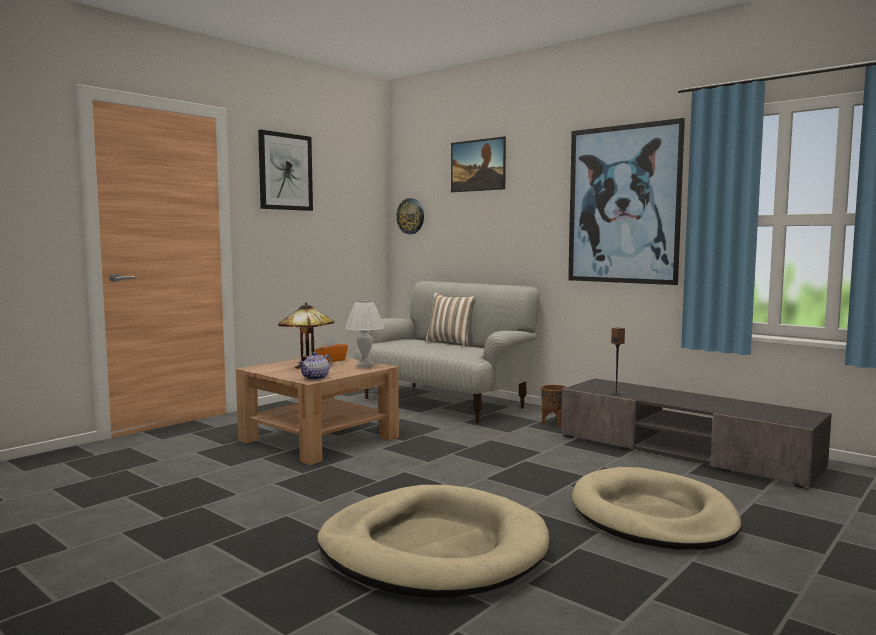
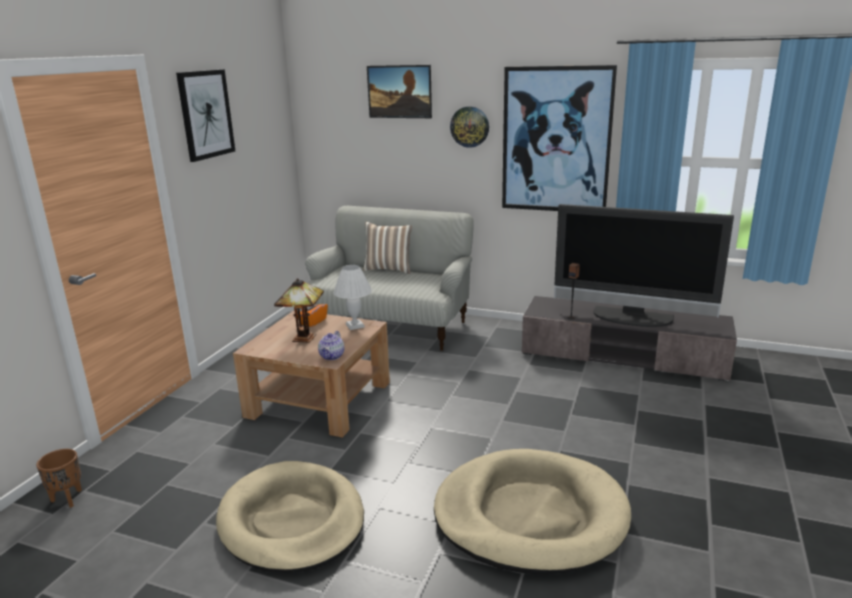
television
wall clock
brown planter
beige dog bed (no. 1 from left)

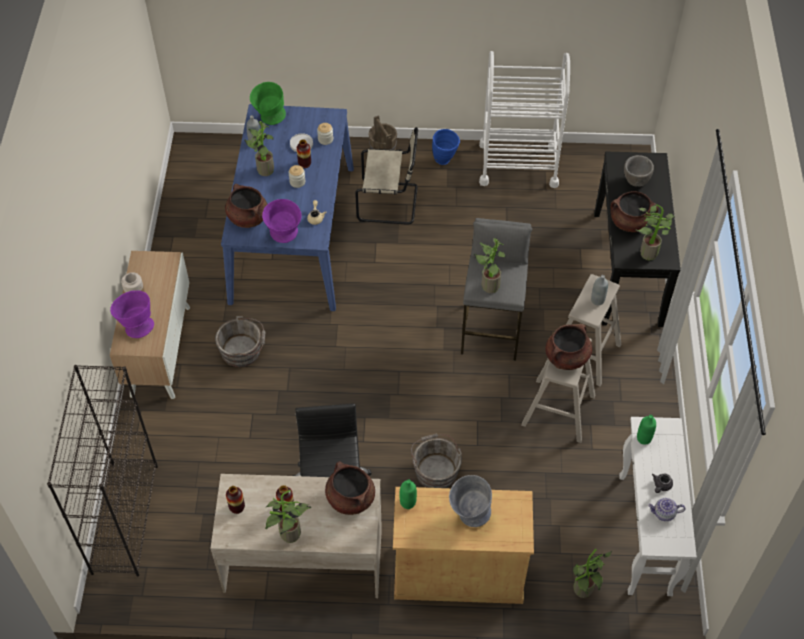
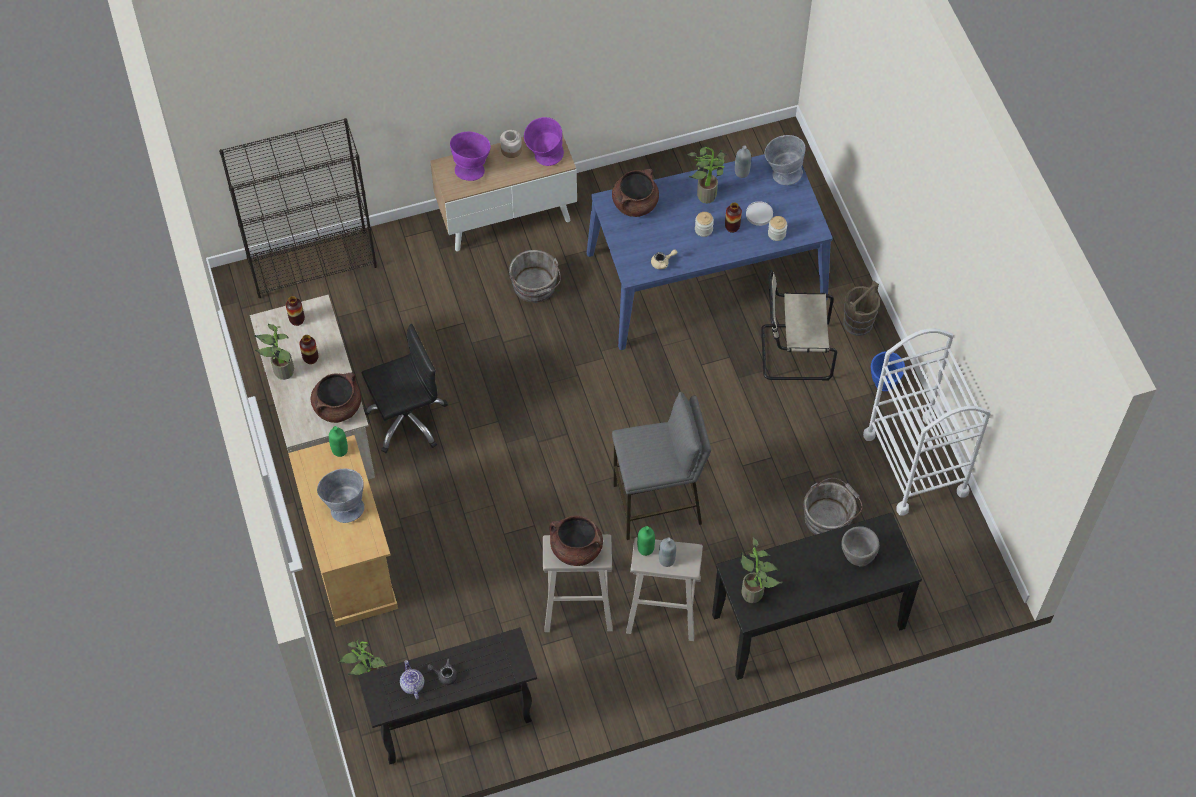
potted plant (no. 3 from left in the first image)
brown cooking pot (no. 4 from left in the first image)
purple bowl (no. 2 from left)
grey bucket (no. 2 from left)
green bottle (no. 2 from left)
grey bowl (no. 2 from left)
black console table (no. 1 from left)
beige chair

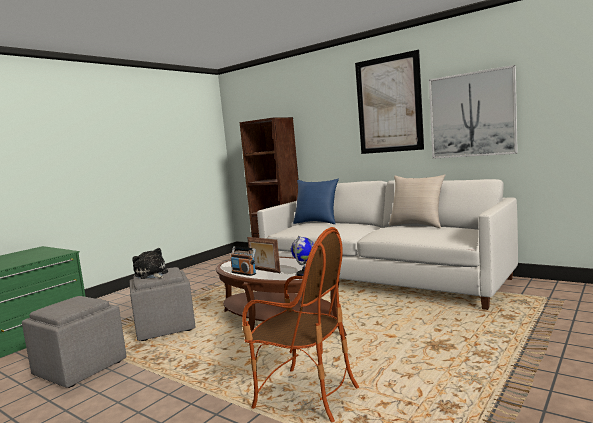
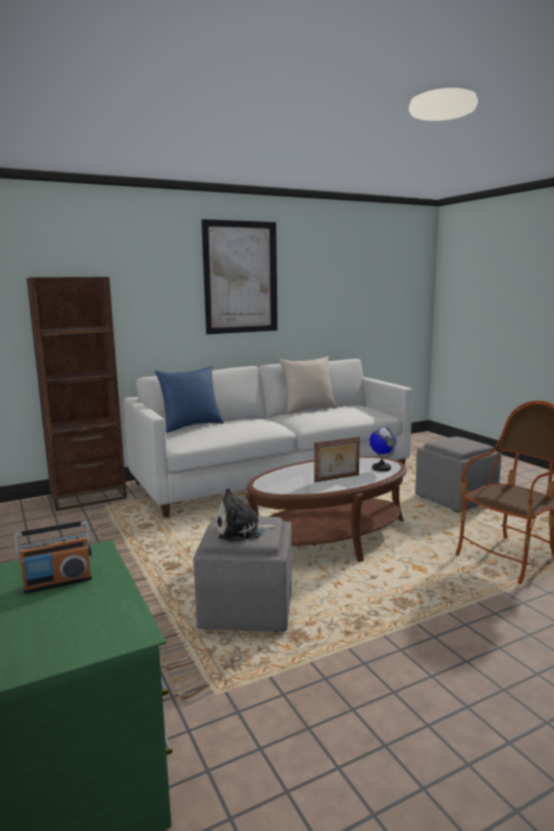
picture (no. 2 from left in the first image)
grey ottoman (no. 2 from left)
radio

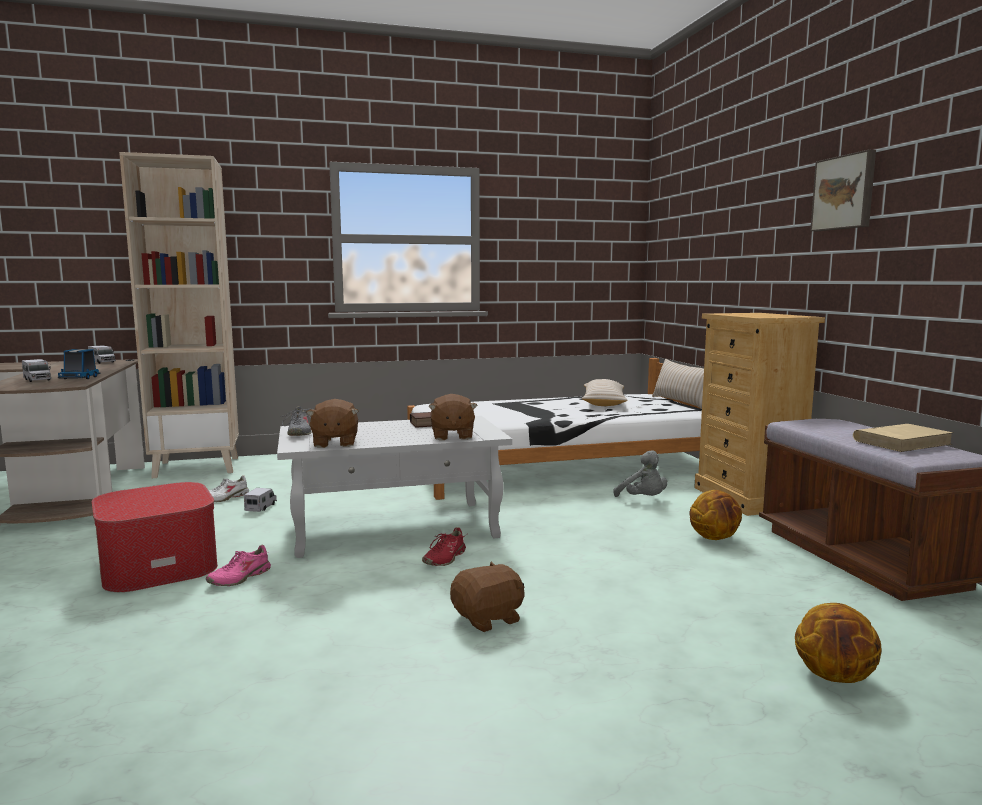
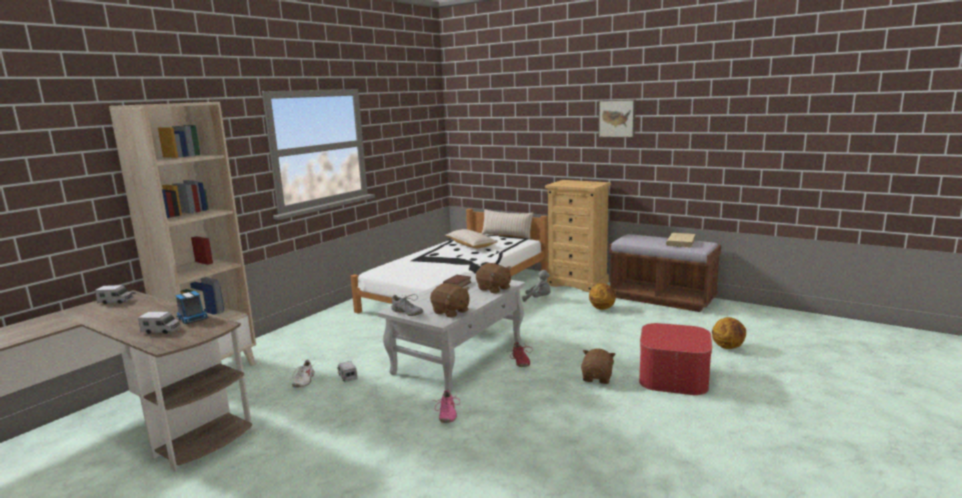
ottoman

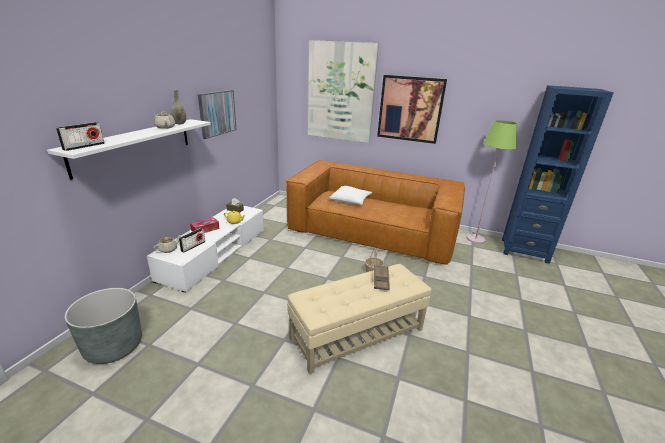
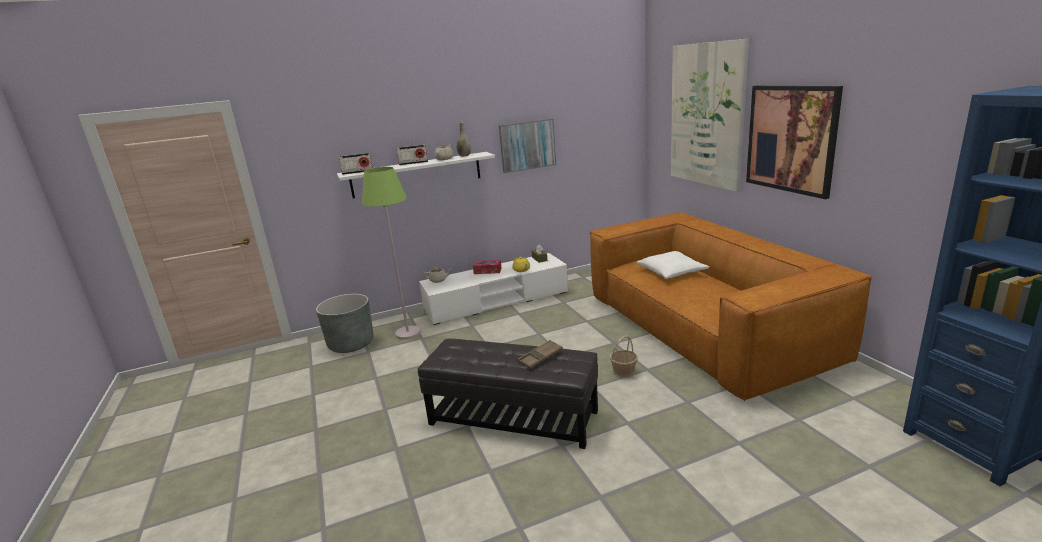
radio (no. 2 from left)
green floor lamp
black ottoman

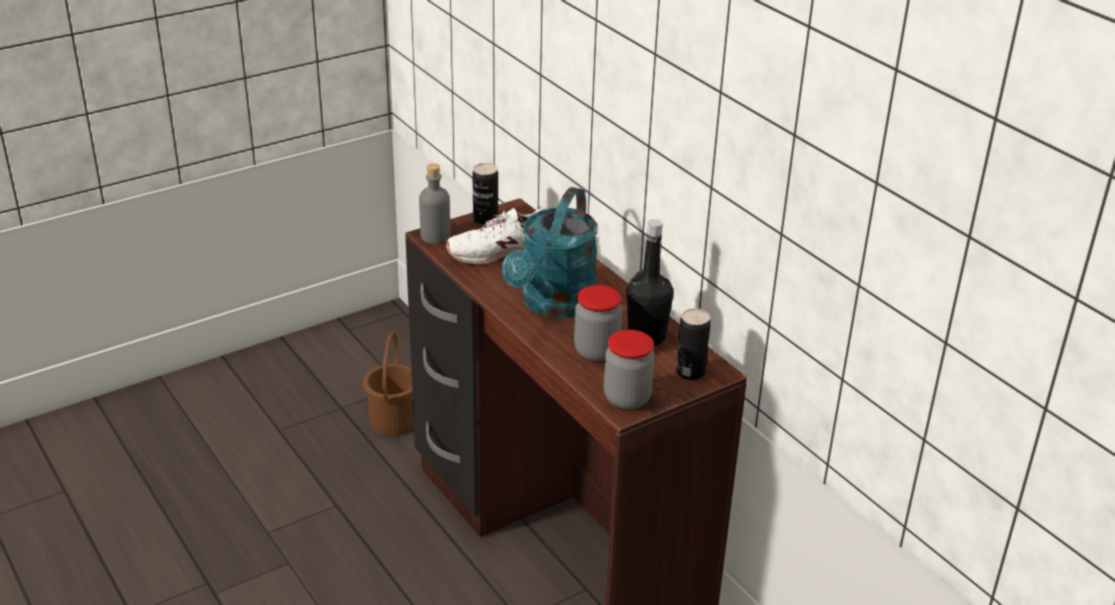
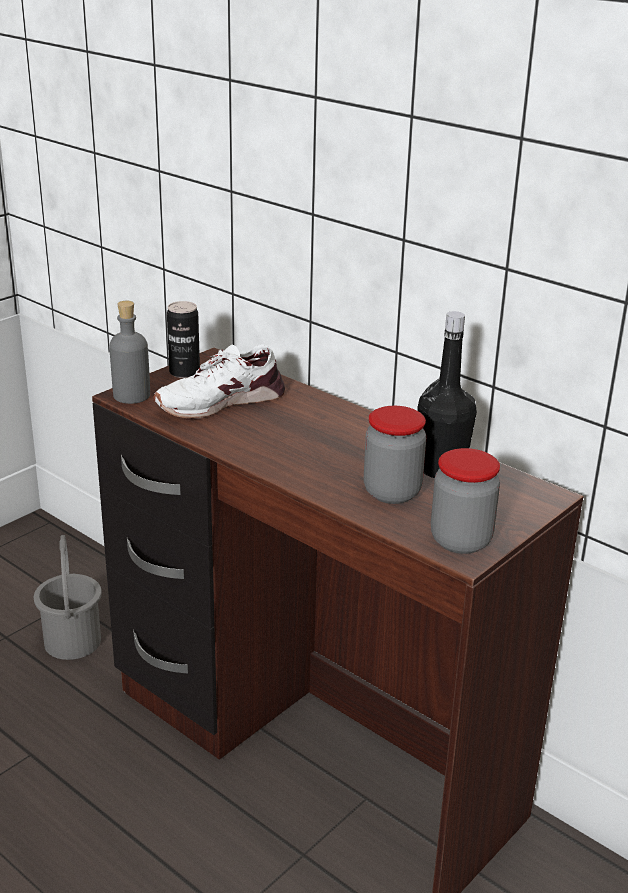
turquoise watering can
can (no. 2 from left in the first image)
grey bucket

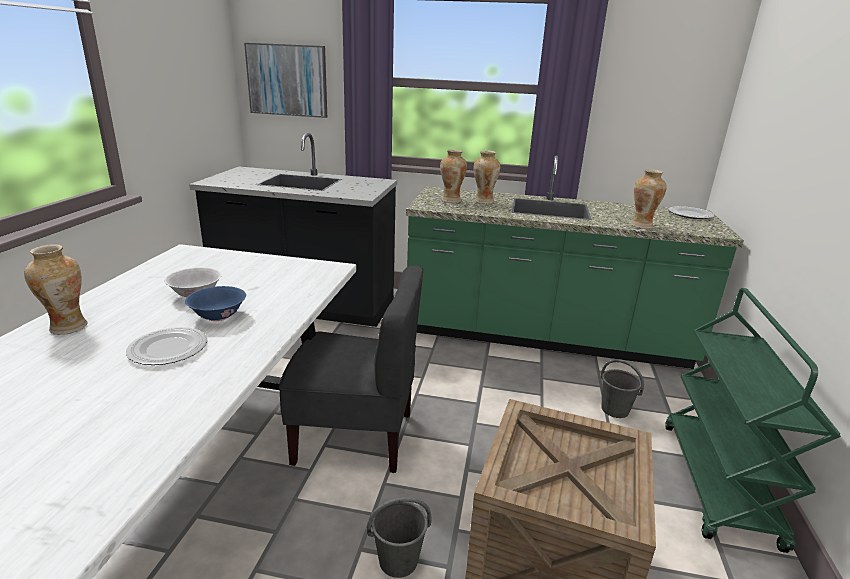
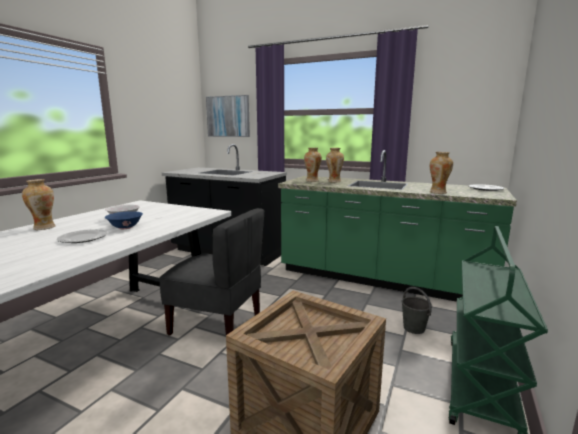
grey bucket (no. 1 from left in the first image)

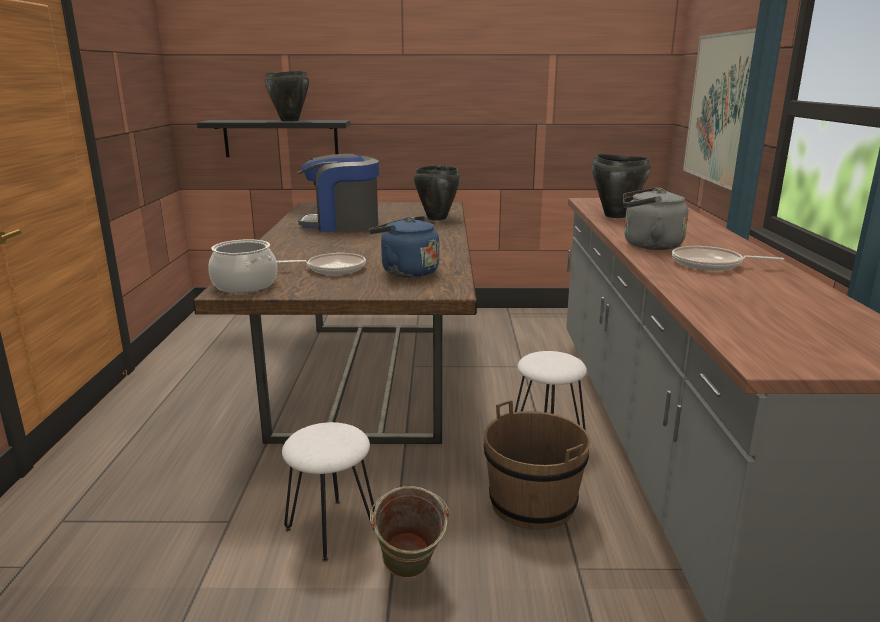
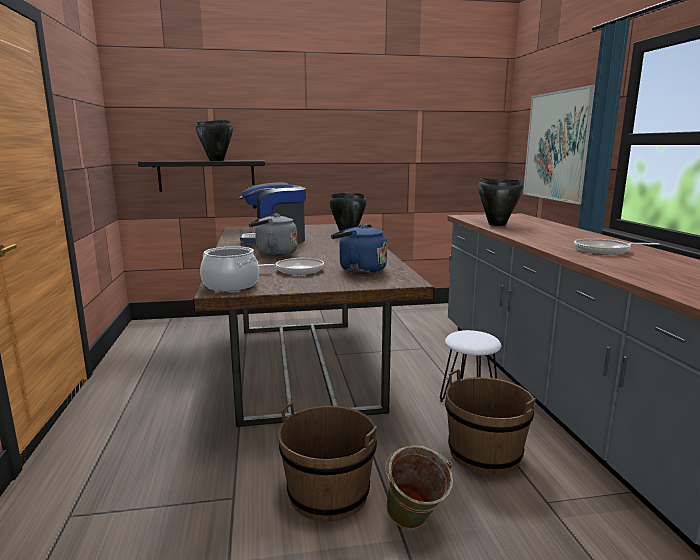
grey kettle
brown bucket (no. 1 from left)

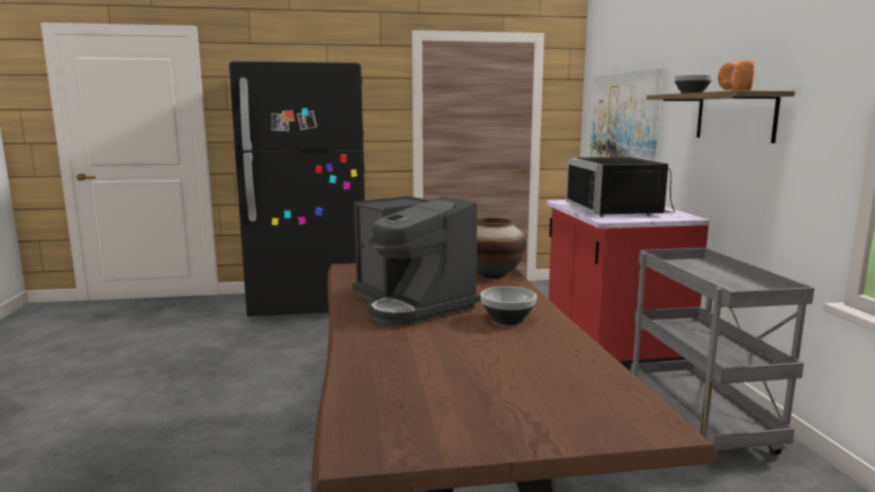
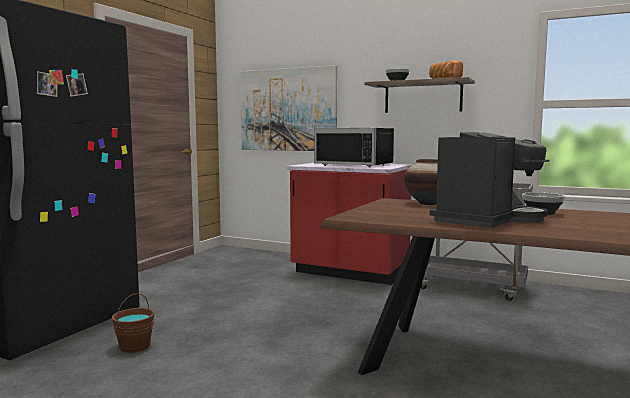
brown bucket
coffee machine

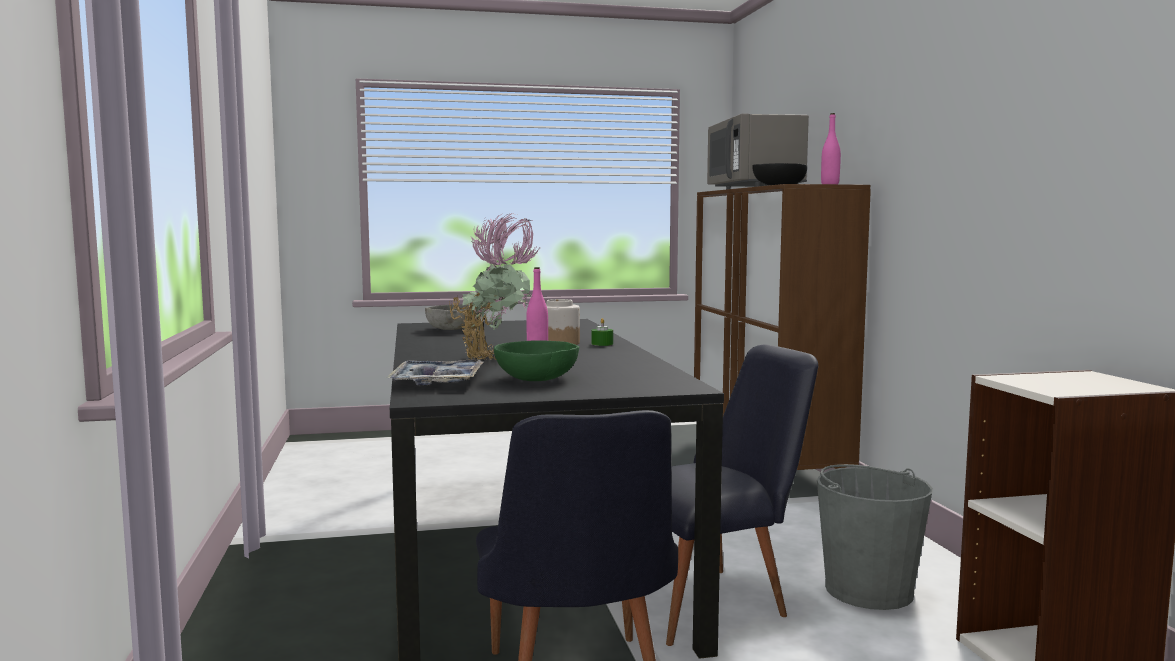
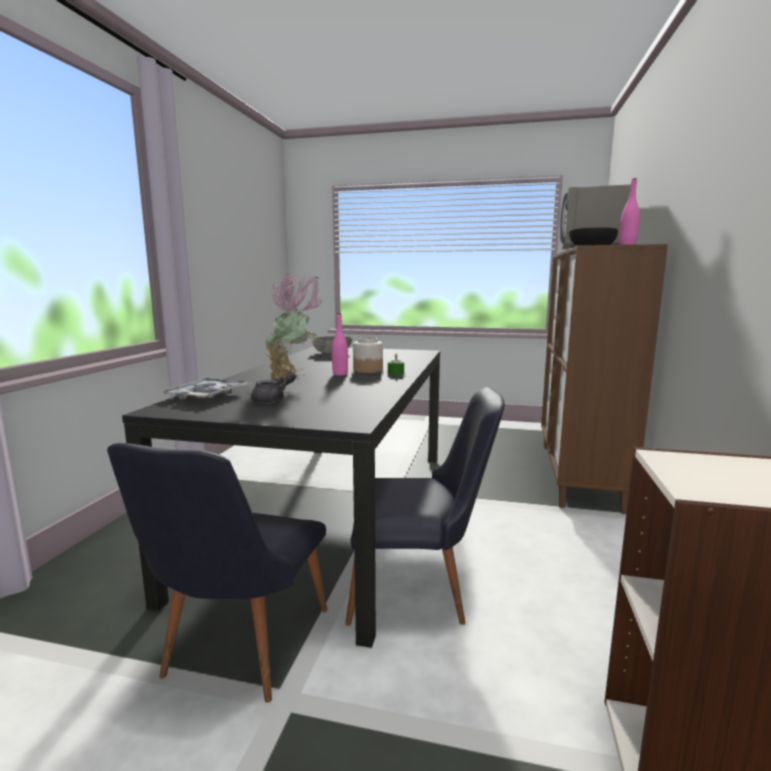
grey bucket
grey teapot

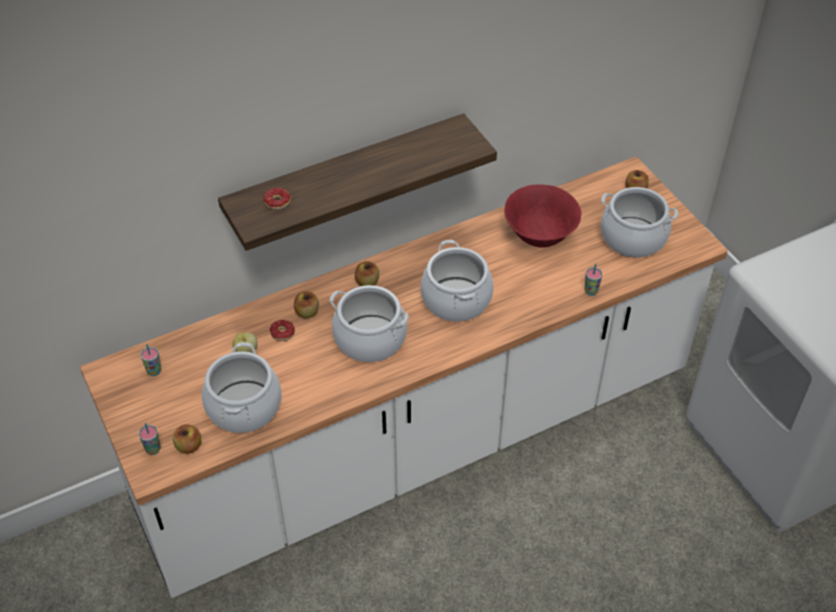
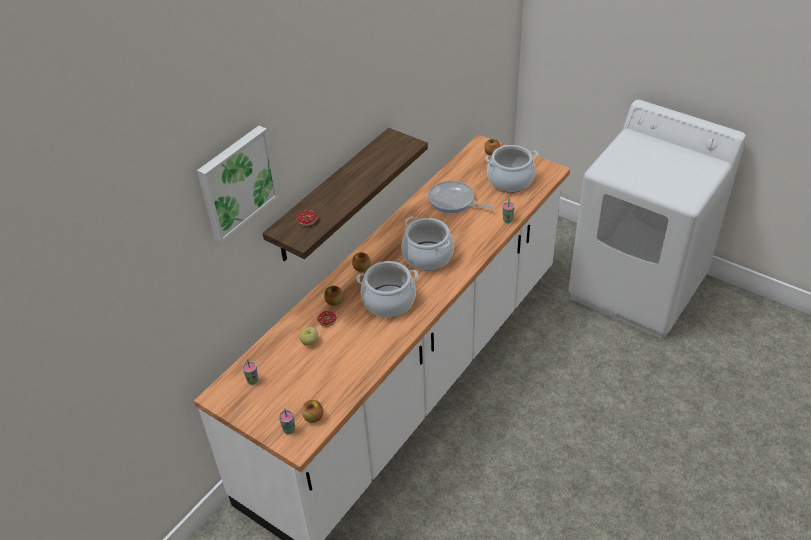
cooking pot (no. 1 from left in the first image)
picture
frying pan

